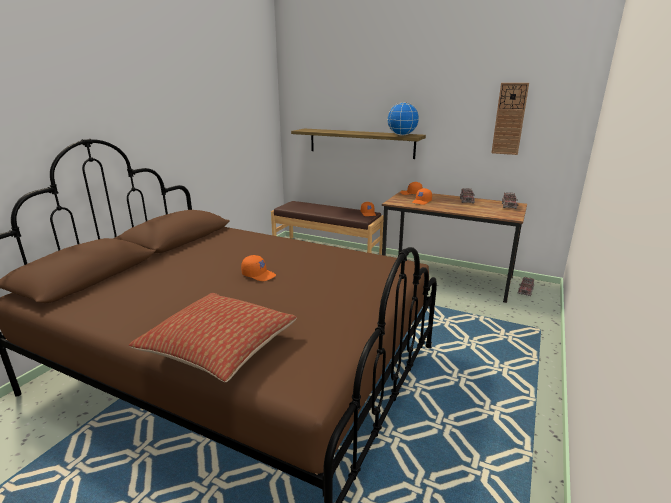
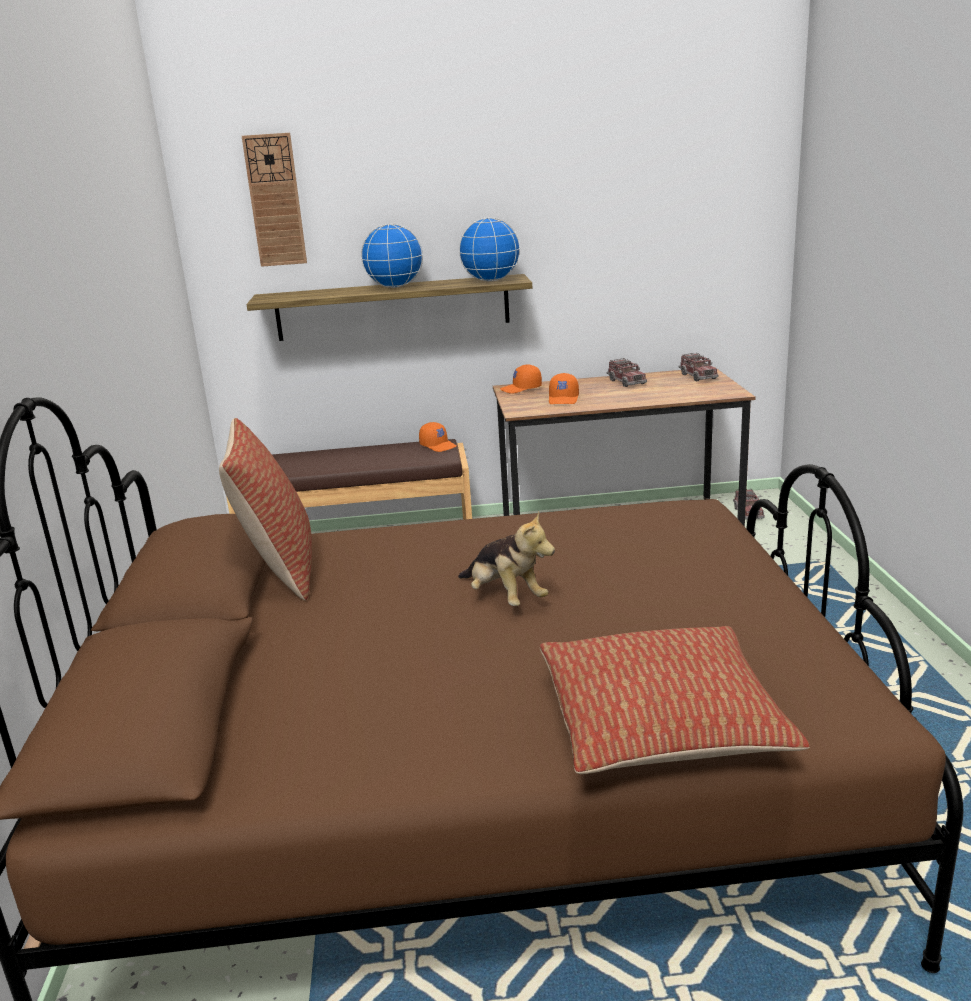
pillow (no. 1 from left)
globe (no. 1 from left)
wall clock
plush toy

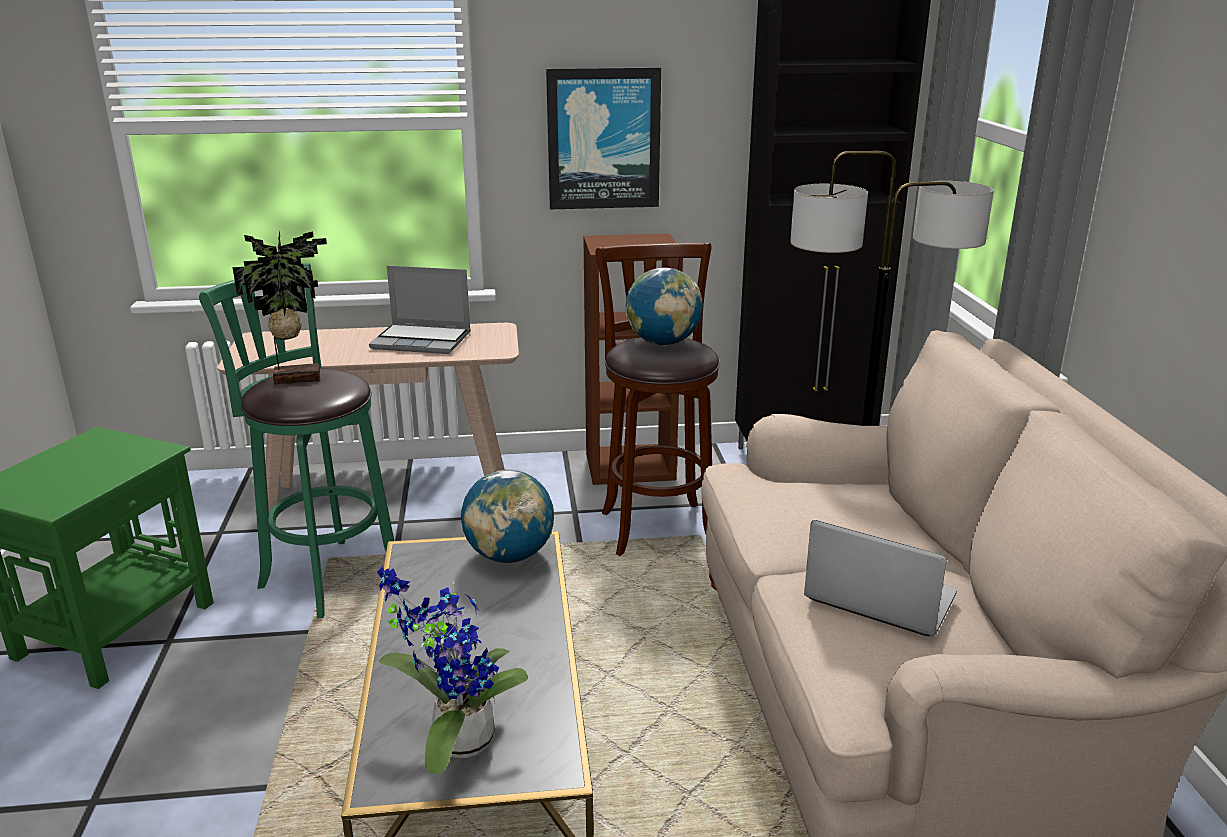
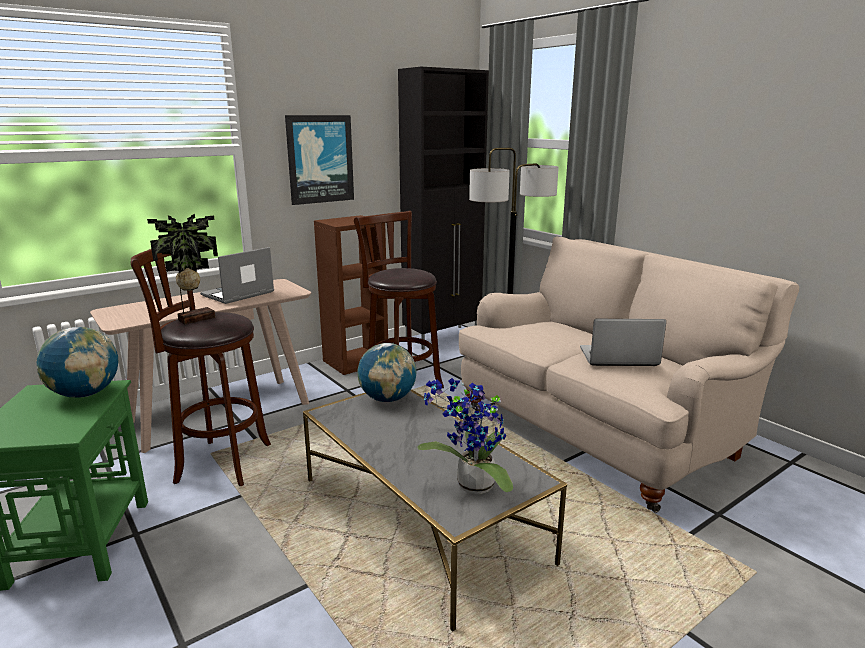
globe (no. 1 from left)
brown stool (no. 1 from left)
laptop (no. 1 from left)

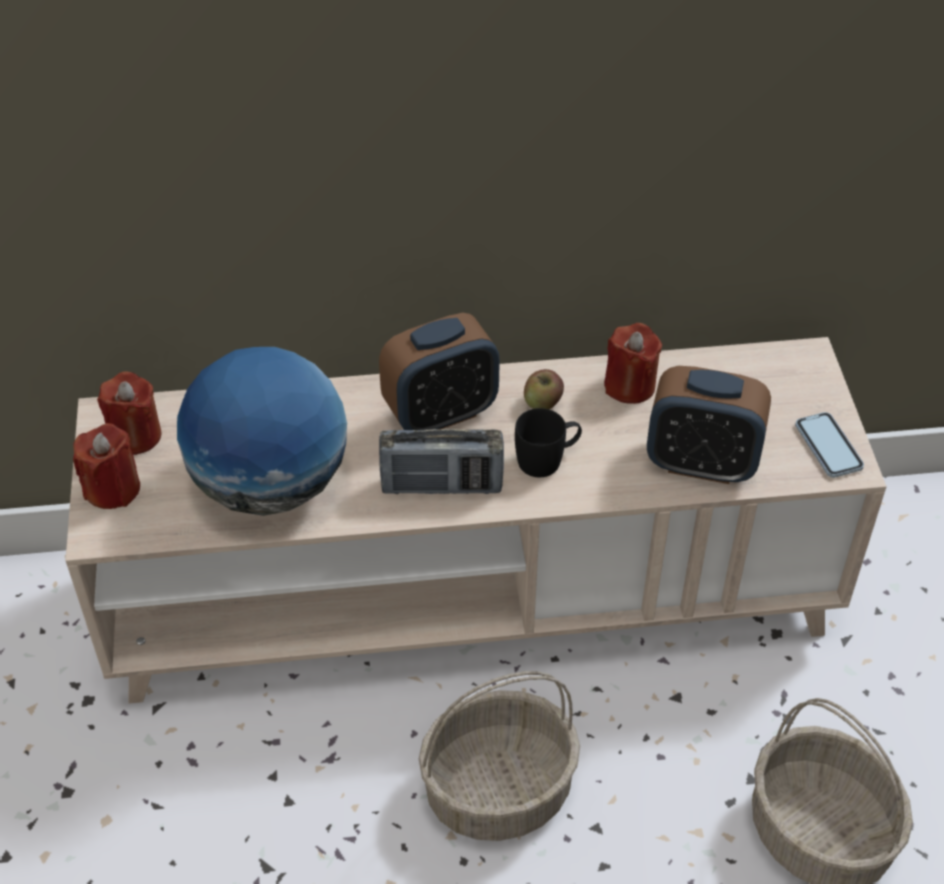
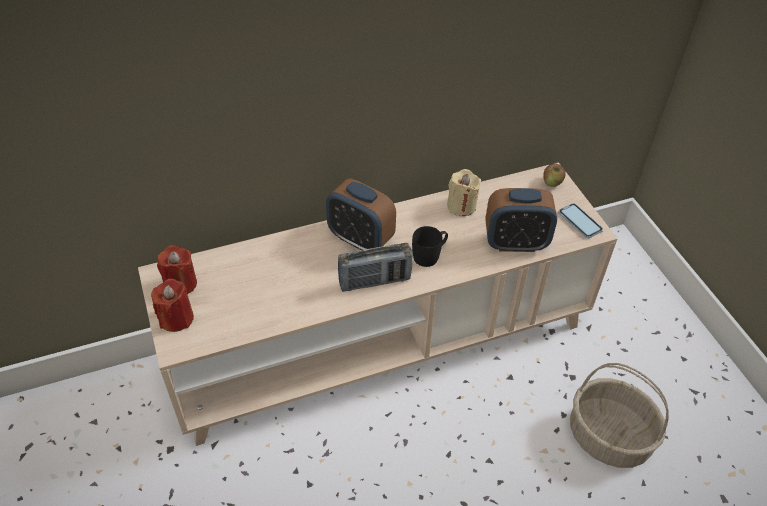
globe
basket (no. 1 from left in the first image)
apple
beige candle
alarm clock (no. 1 from left)

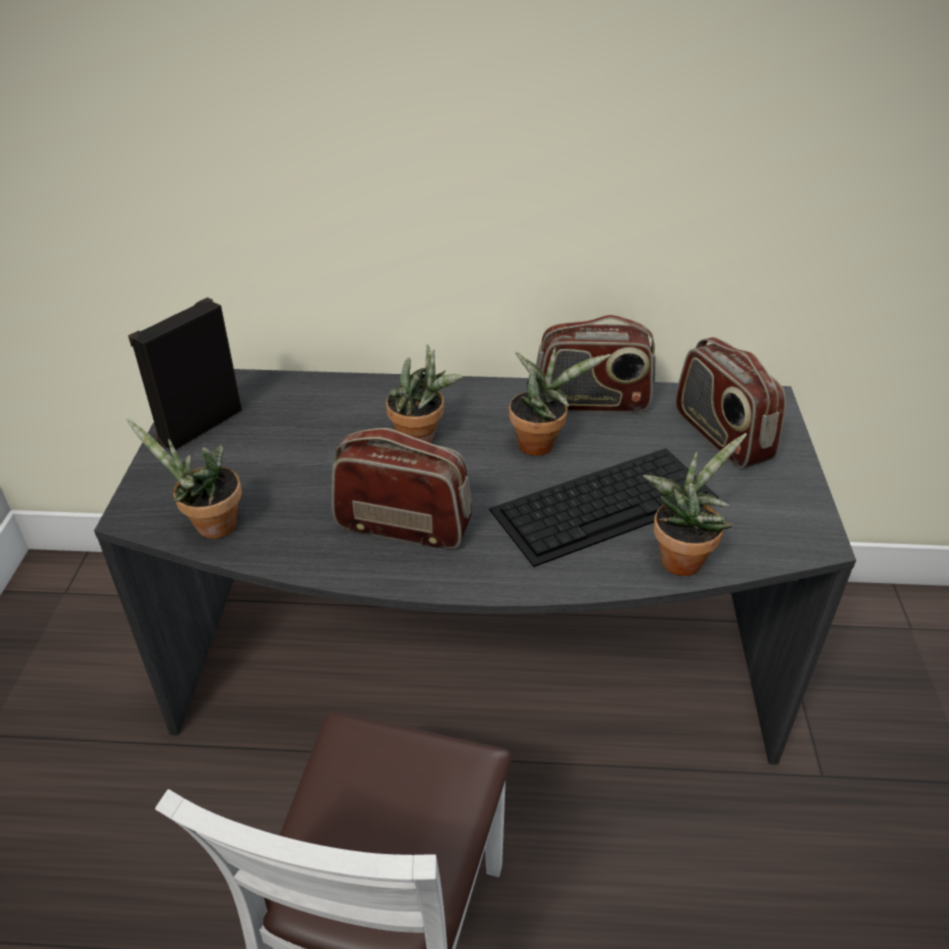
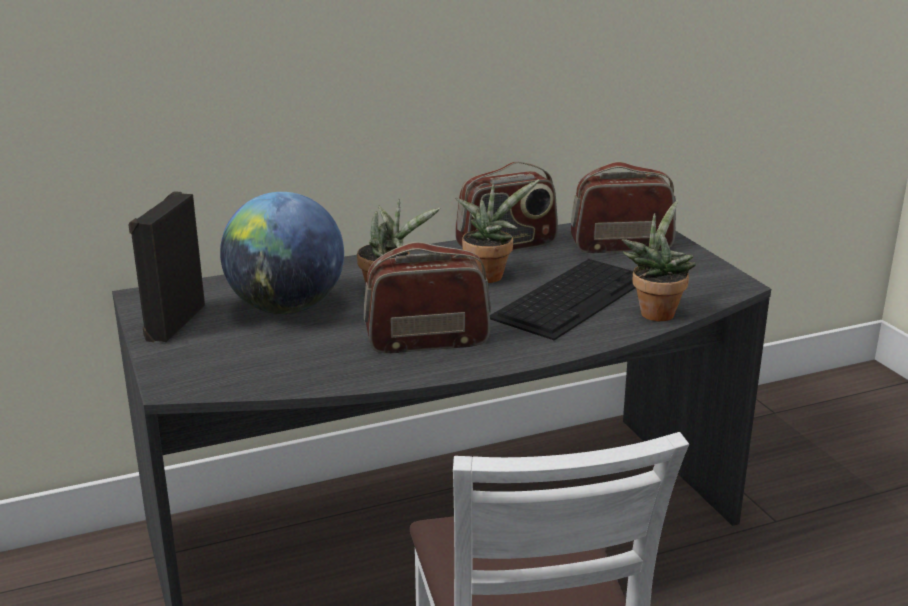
potted plant (no. 1 from left in the first image)
globe
radio (no. 3 from left)

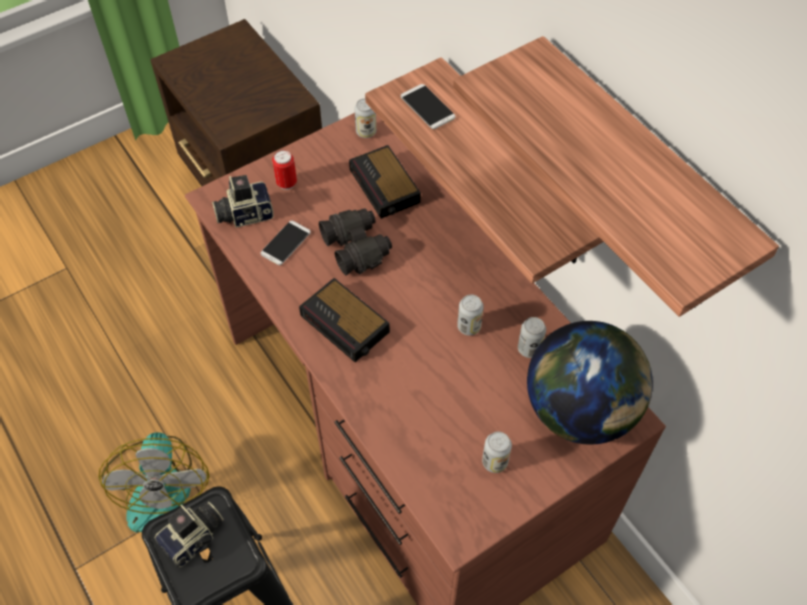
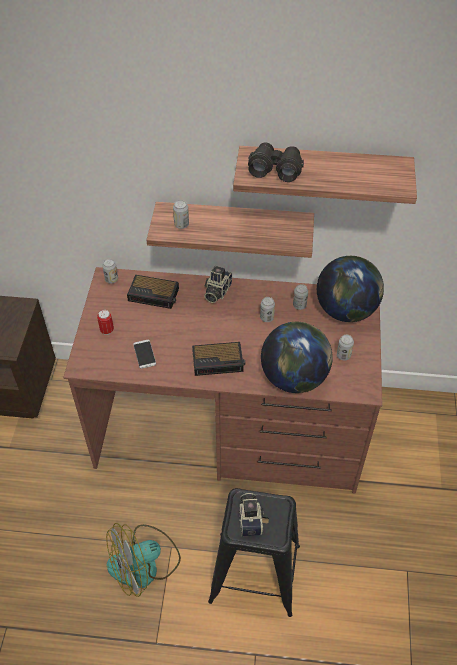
globe (no. 1 from left)
photo camera (no. 1 from left)
black binoculars
can (no. 3 from left)
fan

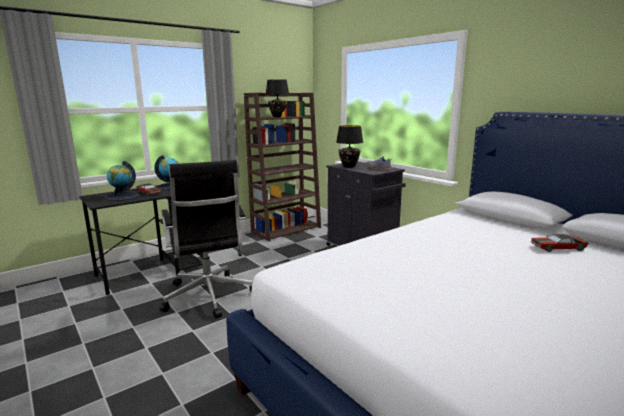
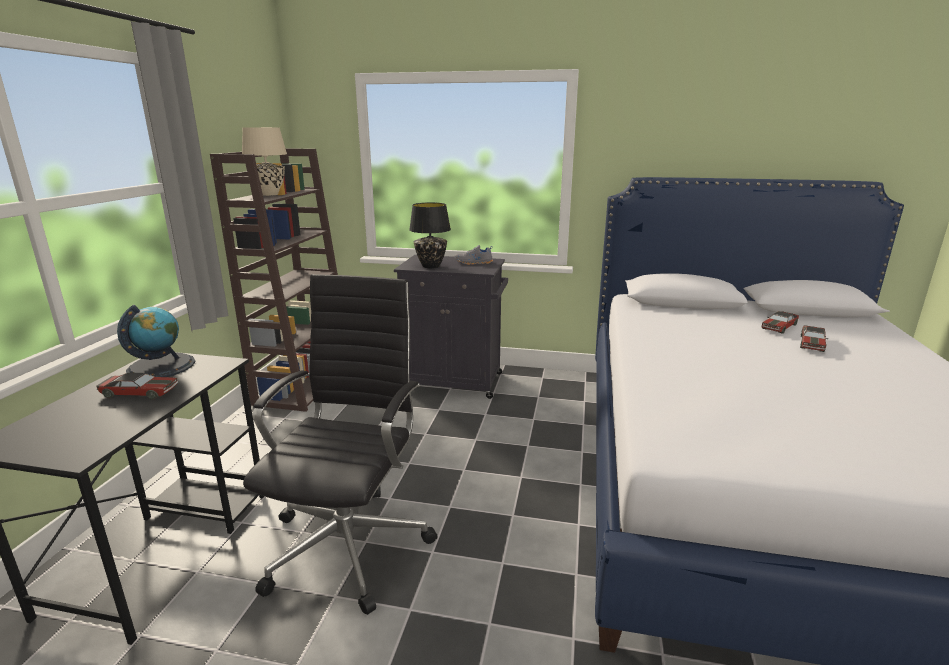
globe (no. 1 from left in the first image)
toy car (no. 3 from left)
beige table lamp
black office chair

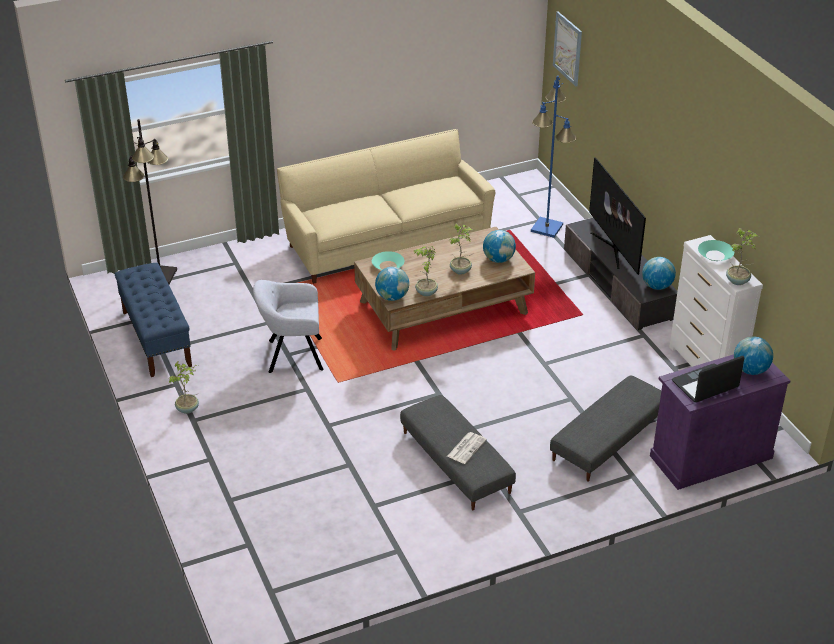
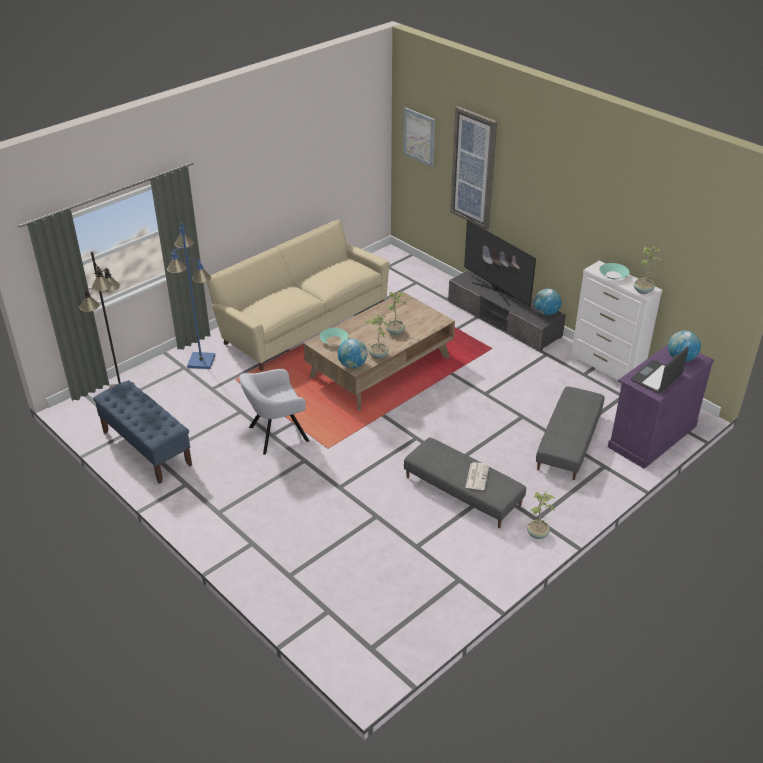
globe (no. 2 from left in the first image)
picture (no. 2 from left)
potted plant (no. 3 from left)
blue floor lamp

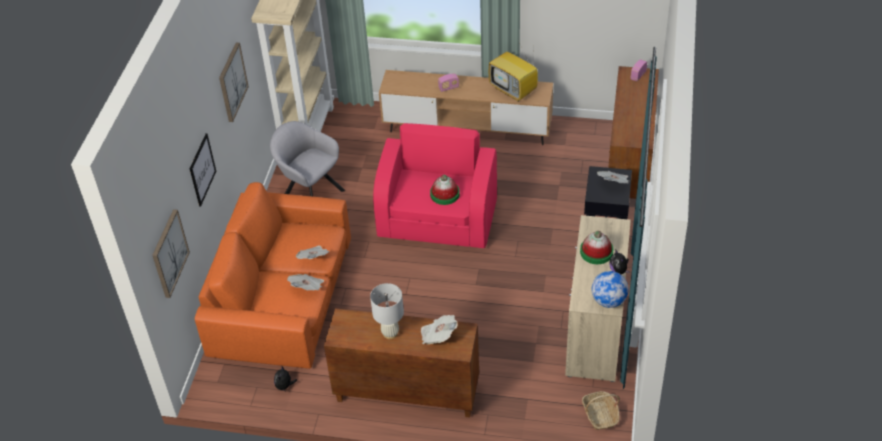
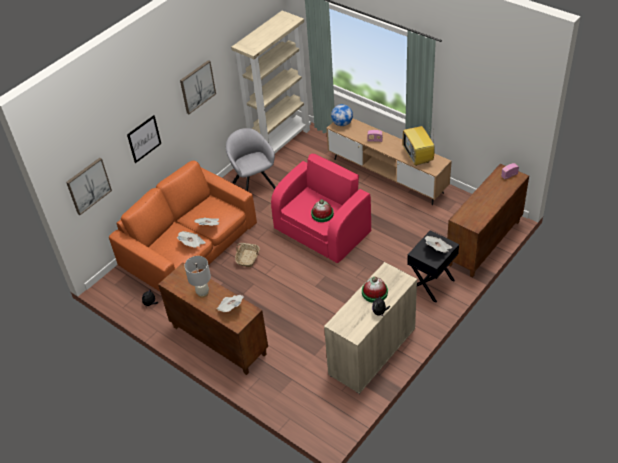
basket
globe

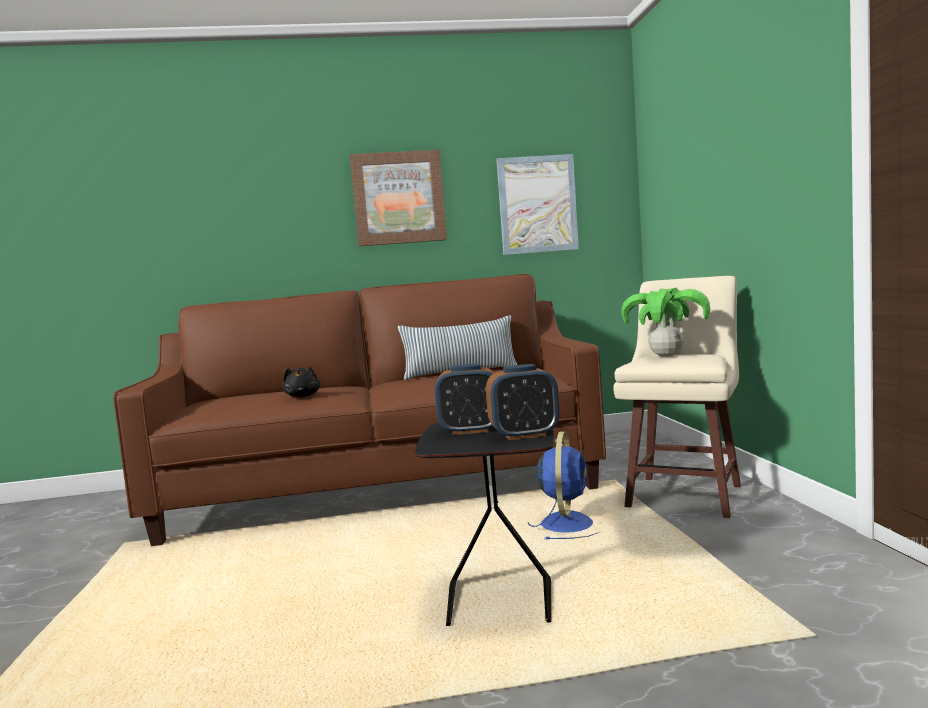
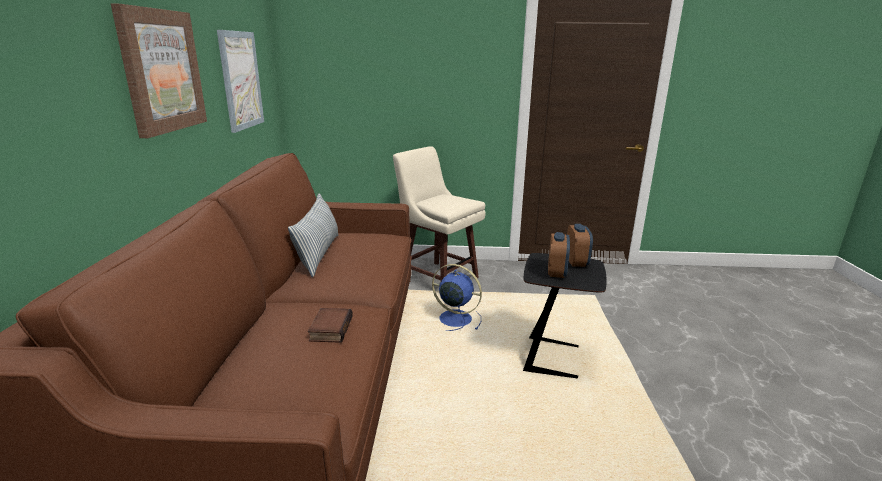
potted plant
book

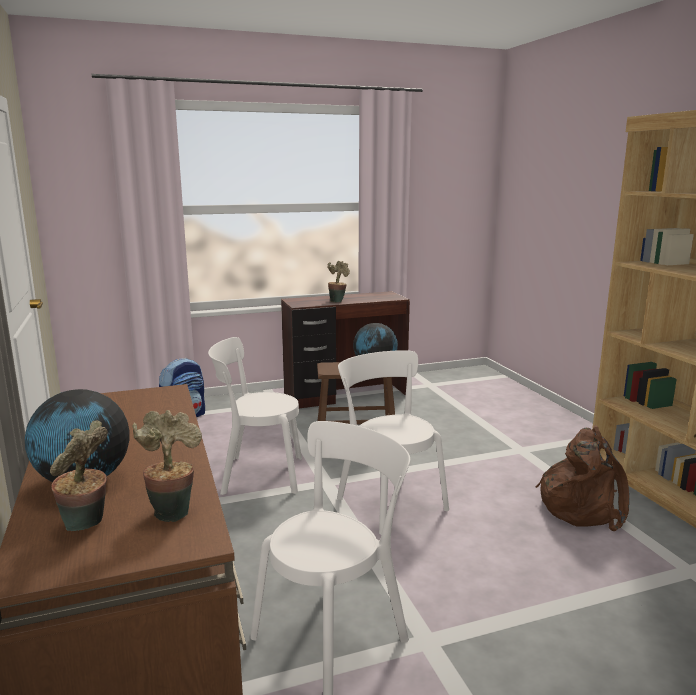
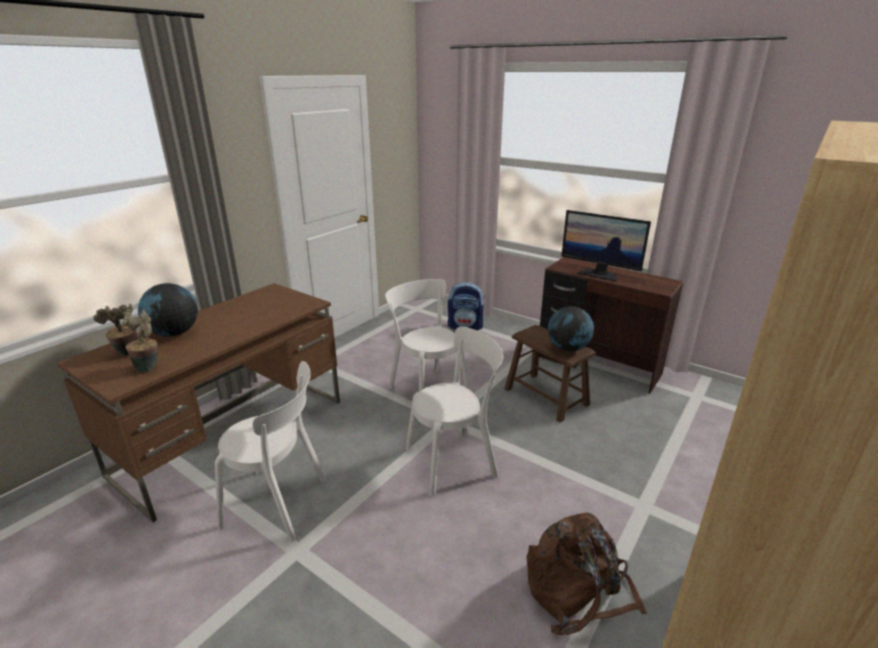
monitor
white chair (no. 3 from left)

